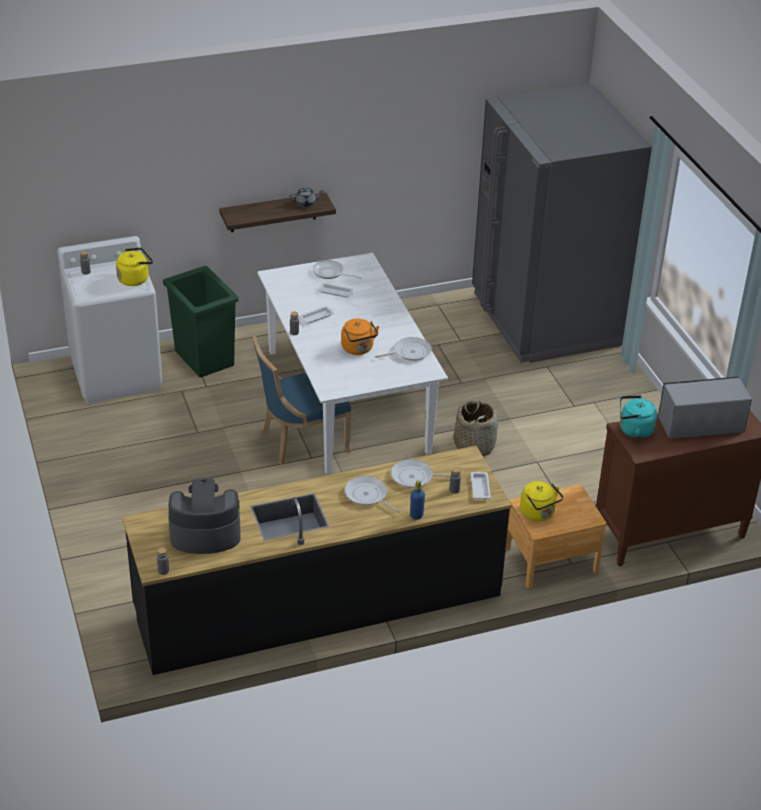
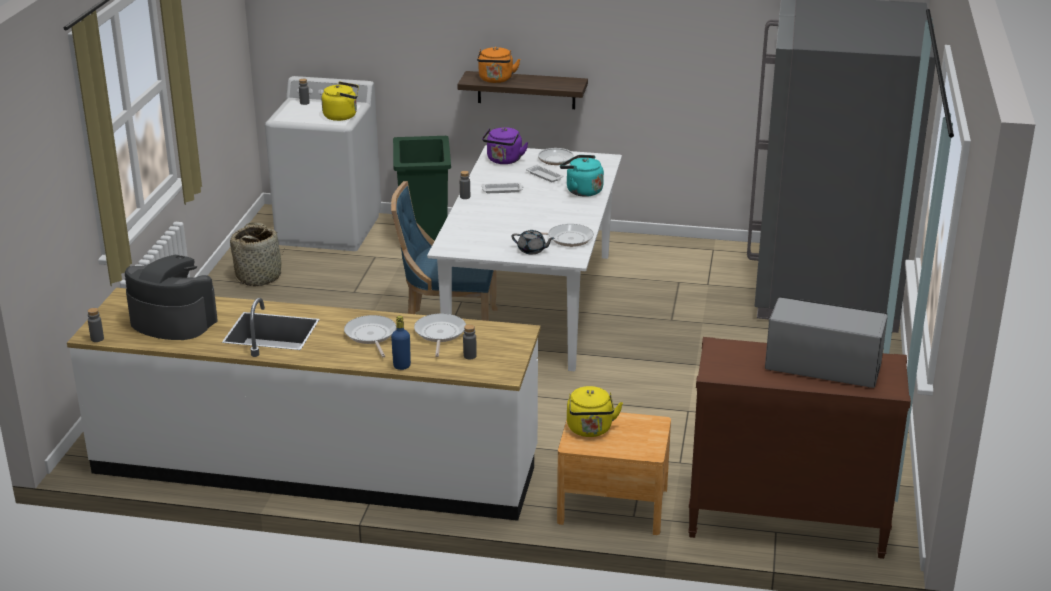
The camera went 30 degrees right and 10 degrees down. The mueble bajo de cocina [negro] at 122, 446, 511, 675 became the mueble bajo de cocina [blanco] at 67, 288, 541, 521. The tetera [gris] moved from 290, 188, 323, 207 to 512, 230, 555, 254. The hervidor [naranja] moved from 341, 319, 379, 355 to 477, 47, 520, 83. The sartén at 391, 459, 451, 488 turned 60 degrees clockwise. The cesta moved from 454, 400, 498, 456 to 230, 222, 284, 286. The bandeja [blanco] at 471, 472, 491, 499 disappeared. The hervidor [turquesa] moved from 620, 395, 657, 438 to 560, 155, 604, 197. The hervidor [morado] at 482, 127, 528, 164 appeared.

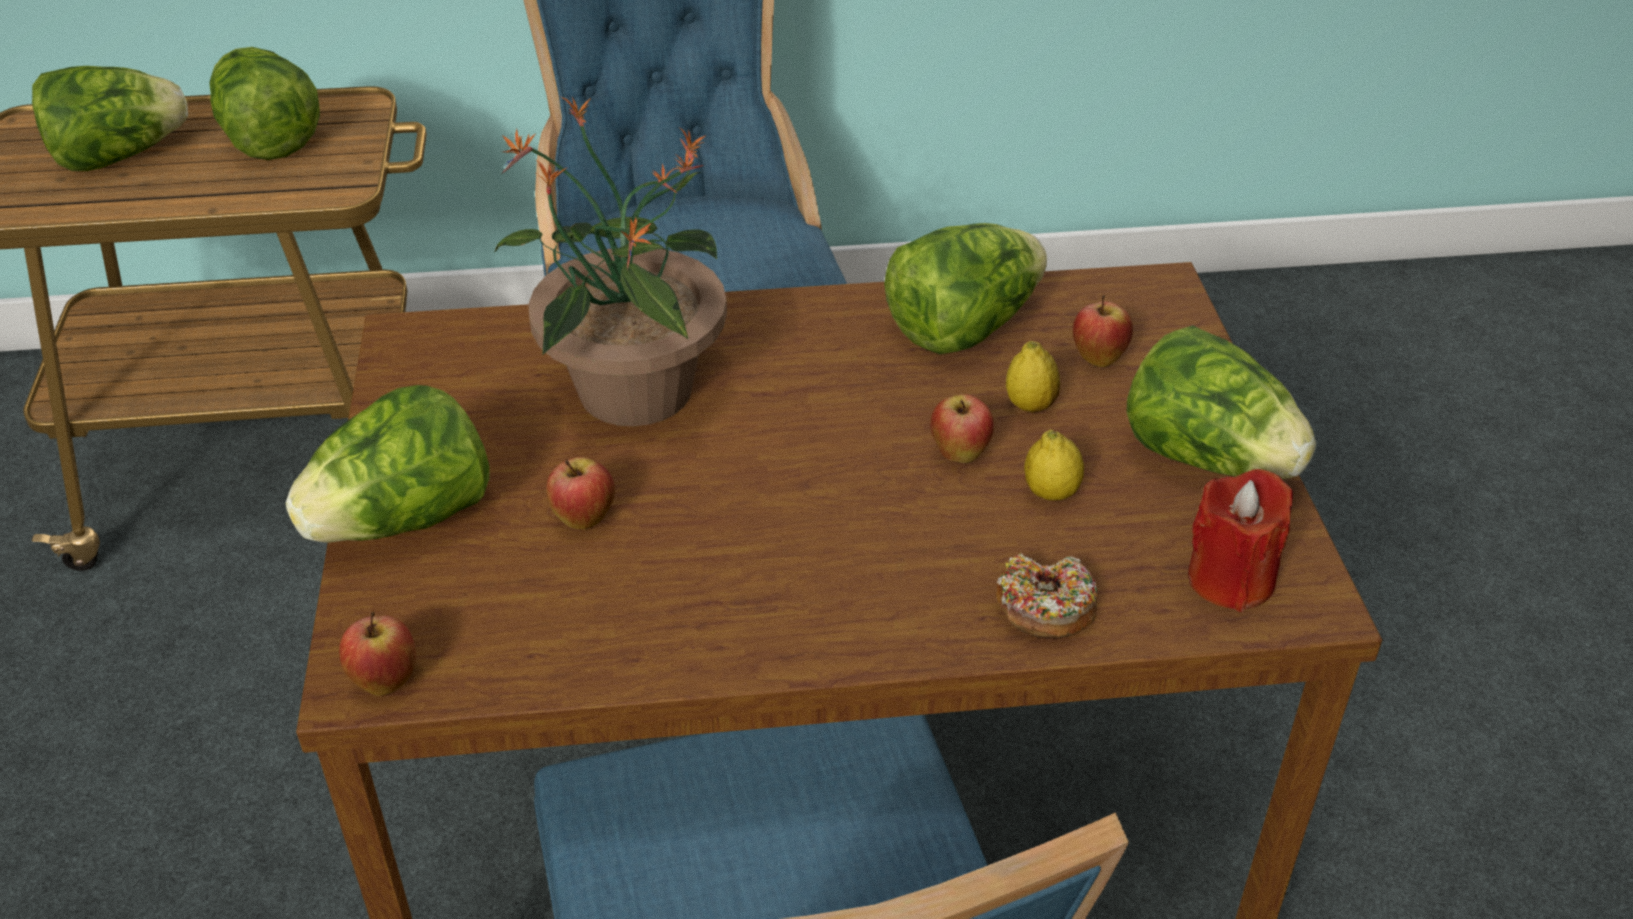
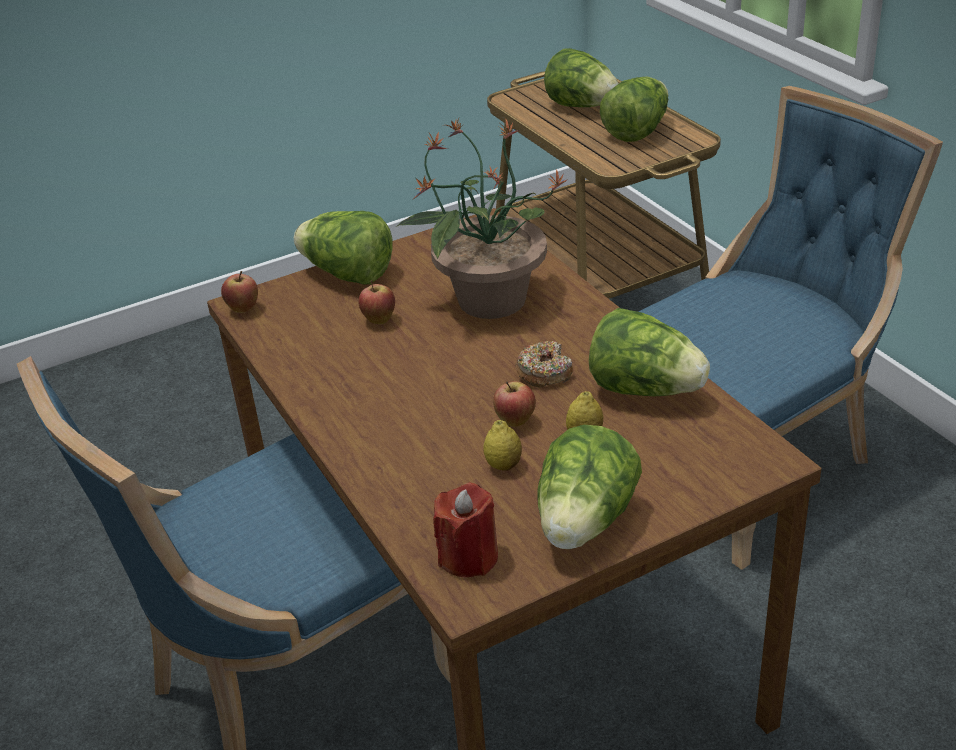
The camera went 70 degrees right and 5 degrees down. The rosquilla moved from 996, 552, 1097, 639 to 515, 341, 573, 388. The manzana at 1073, 295, 1133, 367 disappeared.

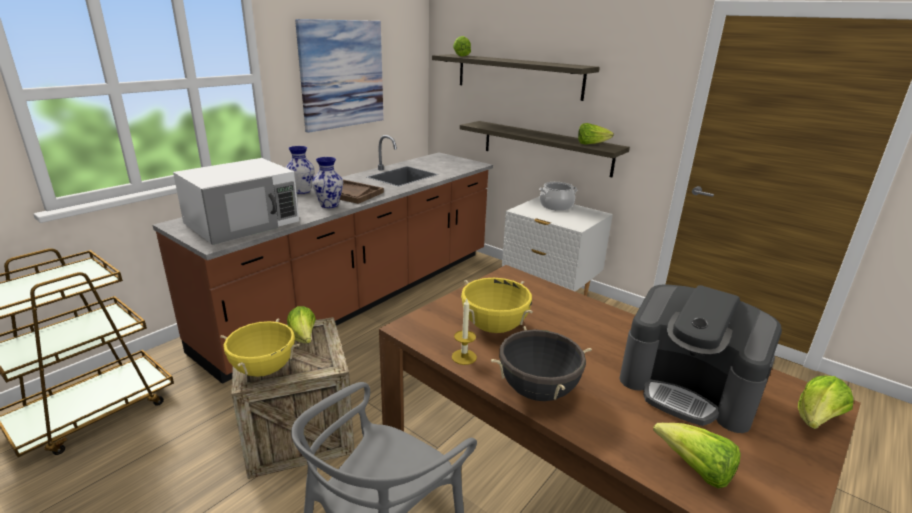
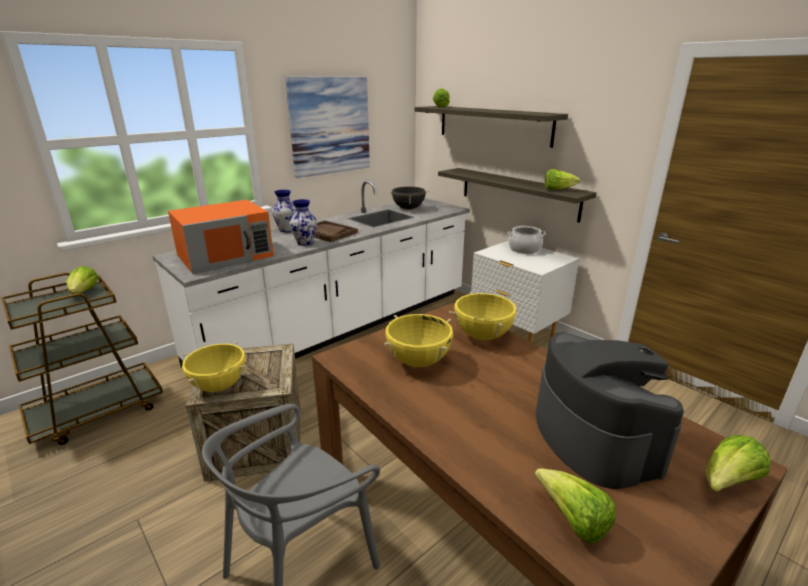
The camera went 10 degrees right and 0 degrees up. The mueble bajo de cocina [marrón] at 153, 135, 493, 384 became the mueble bajo de cocina [blanco] at 153, 181, 470, 368. The microondas [blanco] at 173, 158, 299, 245 became the microondas [naranja] at 168, 200, 274, 274. The lechuga moved from 287, 306, 316, 343 to 67, 266, 98, 294. The vela at 452, 299, 477, 365 disappeared. The olla [negro] moved from 491, 326, 592, 401 to 388, 187, 430, 210. The cafetera at 619, 285, 782, 433 turned 150 degrees counterclockwise. The olla [amarillo] at 449, 292, 520, 340 appeared.

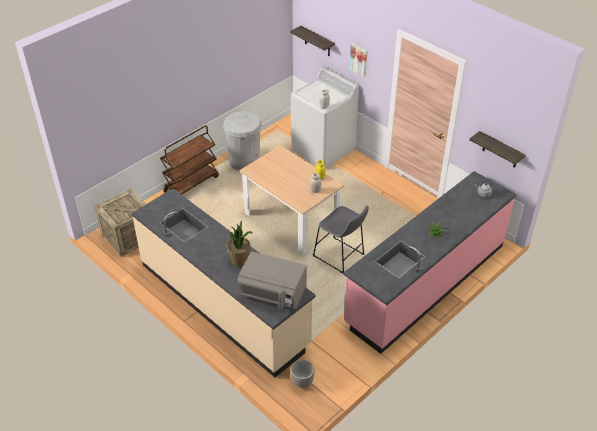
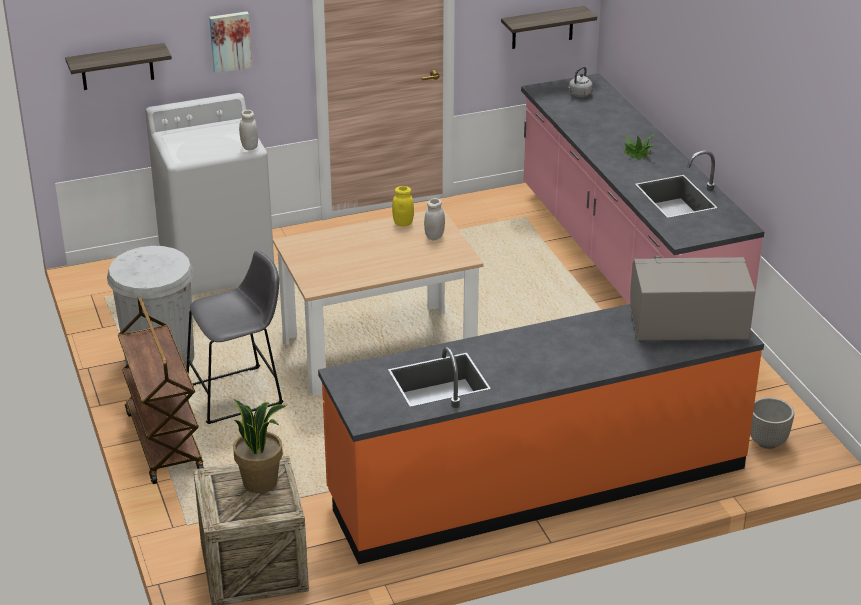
The camera went 65 degrees left and 10 degrees down. The mueble bajo de cocina [beis] at 131, 189, 316, 378 became the mueble bajo de cocina [naranja] at 318, 304, 764, 564. The planta en maceta moved from 226, 221, 253, 267 to 233, 399, 286, 493. The microondas [gris] at 237, 251, 307, 310 turned 135 degrees counterclockwise. The taburete [gris] moved from 313, 206, 369, 274 to 186, 251, 284, 424.

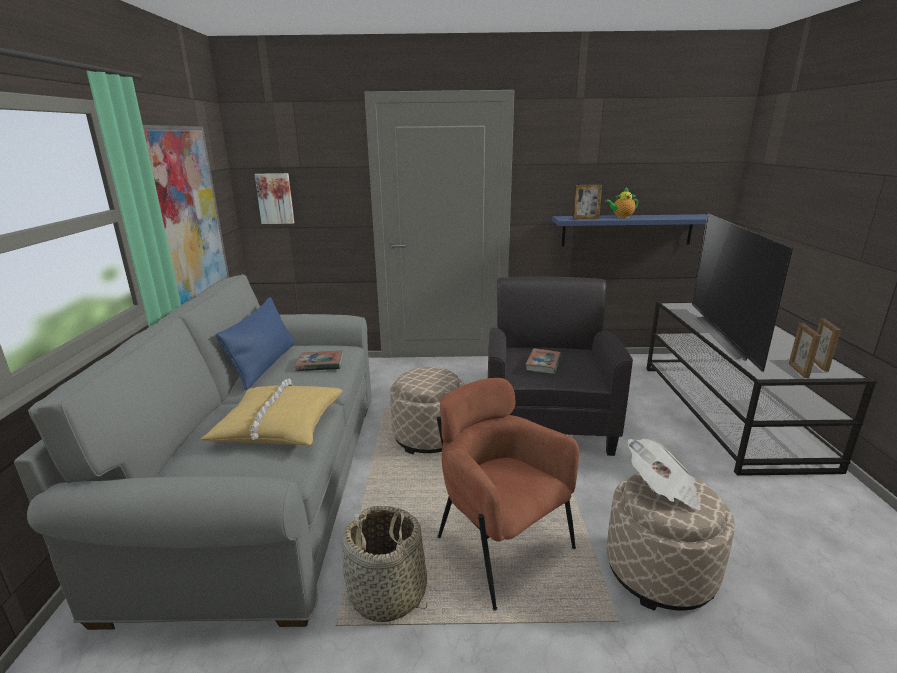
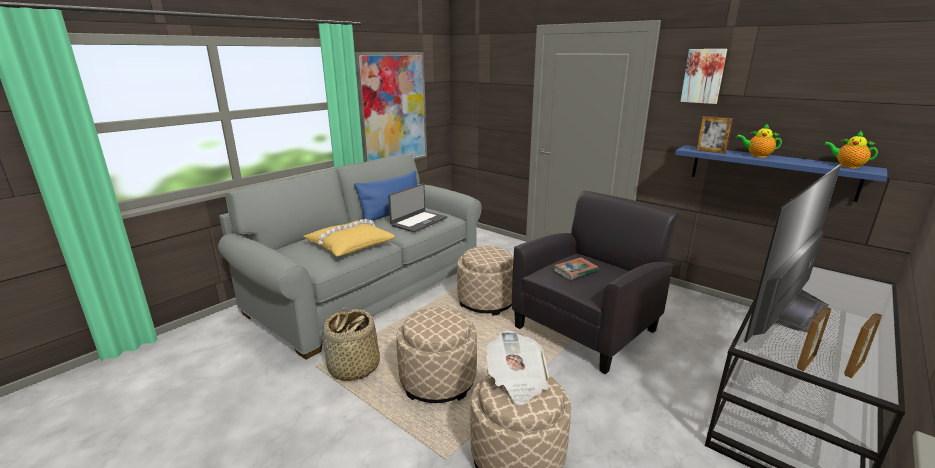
The camera went 40 degrees right and 0 degrees up. The cuadro moved from 254, 173, 294, 224 to 680, 49, 727, 104. The libro at 295, 350, 343, 371 was replaced by the portátil at 388, 183, 447, 232. The sillón [marrón] at 437, 378, 579, 611 was replaced by the puf [beis] at 396, 307, 477, 403. The tetera at 824, 131, 878, 168 appeared.

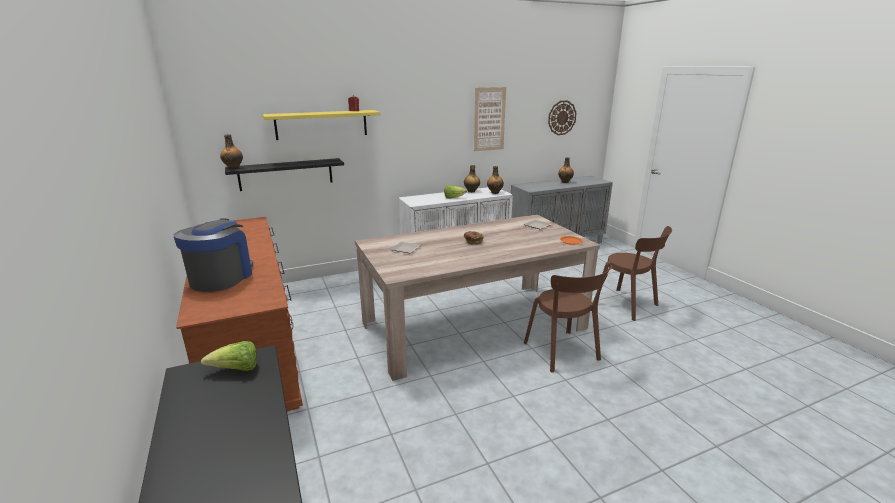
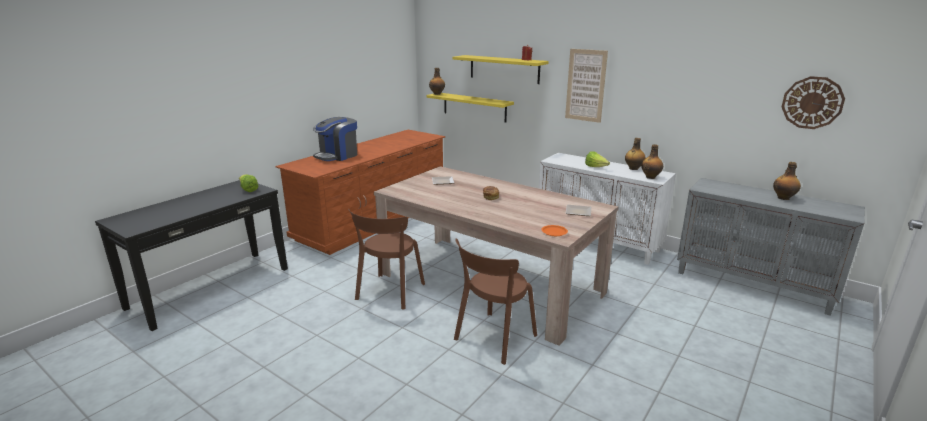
The camera went 60 degrees right and 0 degrees up. The cafetera at 174, 218, 253, 292 turned 150 degrees clockwise. The estante [negro] at 225, 158, 344, 191 became the estante [amarillo] at 426, 93, 514, 123. The cuadro moved from 474, 87, 506, 151 to 565, 49, 608, 123. The silla [marrón] moved from 597, 226, 672, 321 to 348, 209, 425, 310.

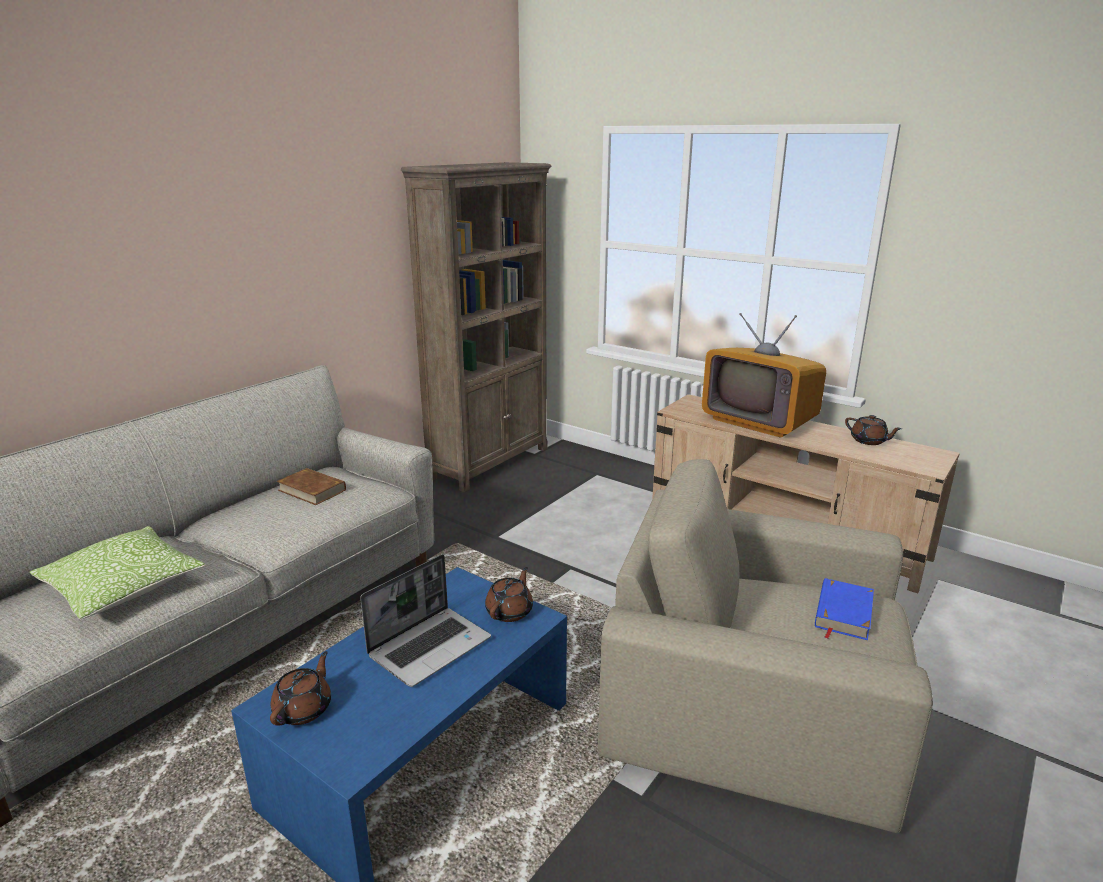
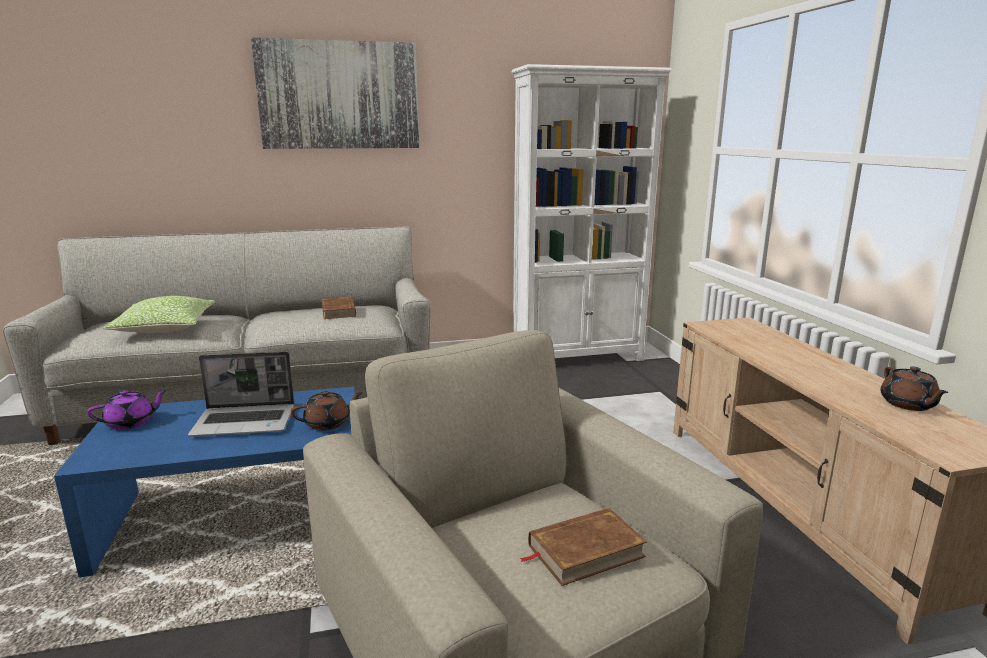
The camera went 40 degrees right and 5 degrees down. The tetera [marrón] at 270, 651, 331, 726 became the tetera [morado] at 87, 390, 167, 430. The estantería [marrón] at 401, 162, 551, 493 became the estantería [blanco] at 511, 64, 672, 361. The televisor at 702, 313, 826, 438 disappeared. The libro [azul] at 815, 578, 874, 640 became the libro [marrón] at 519, 508, 647, 586. The cuadro at 251, 38, 419, 149 appeared.

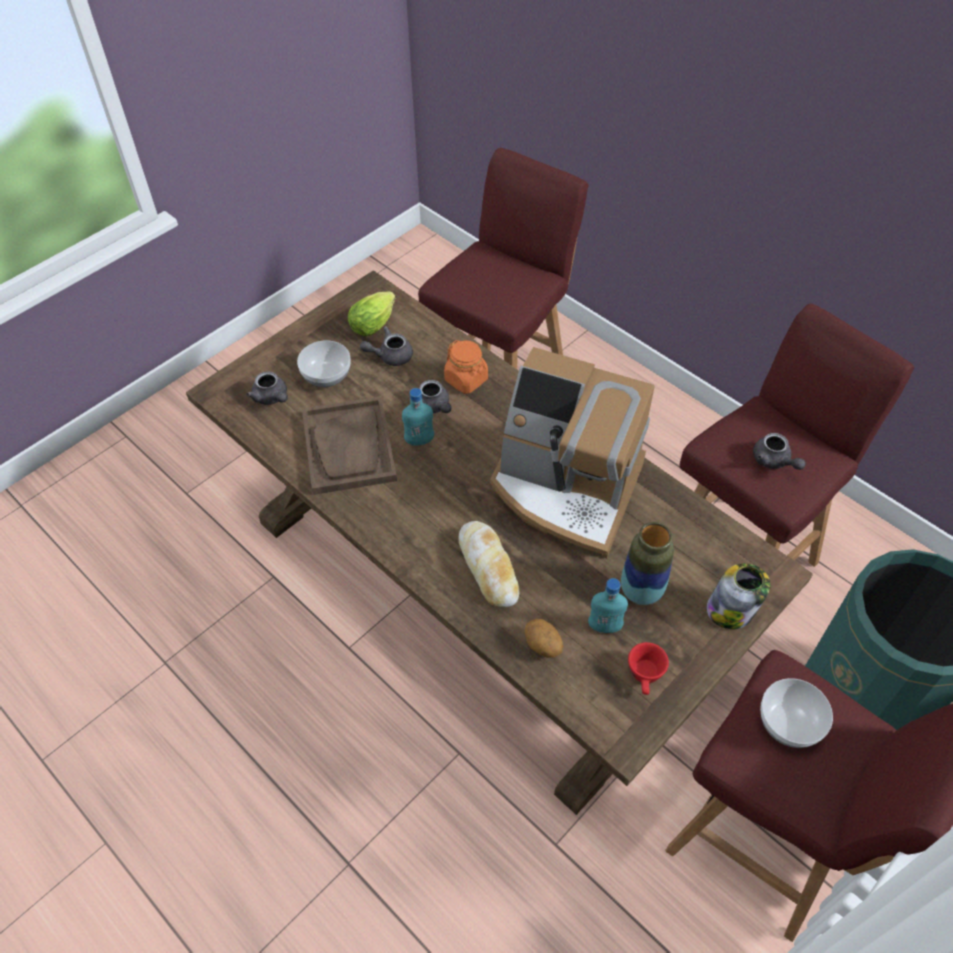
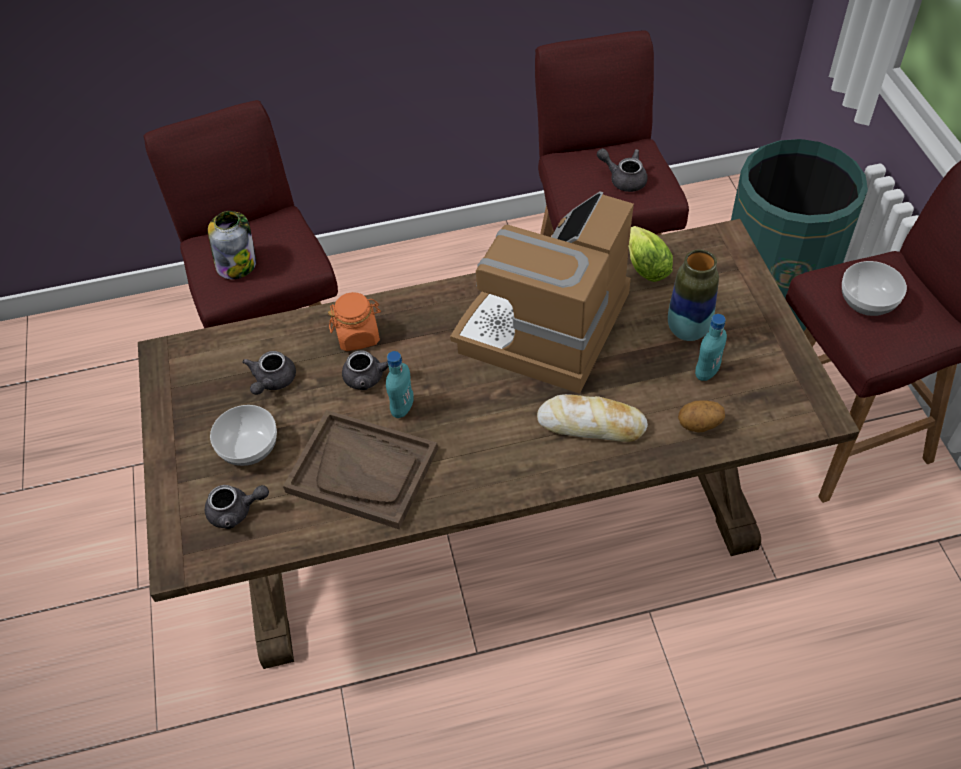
The camera went 55 degrees left and 0 degrees up. The lechuga moved from 348, 291, 395, 336 to 628, 226, 673, 282. The cafetera at 490, 347, 655, 558 turned 150 degrees clockwise. The taza [rojo] at 628, 642, 669, 695 disappeared. The tarro moved from 707, 563, 771, 629 to 208, 211, 256, 279. The tetera [gris] at 753, 433, 806, 470 turned 150 degrees counterclockwise.

